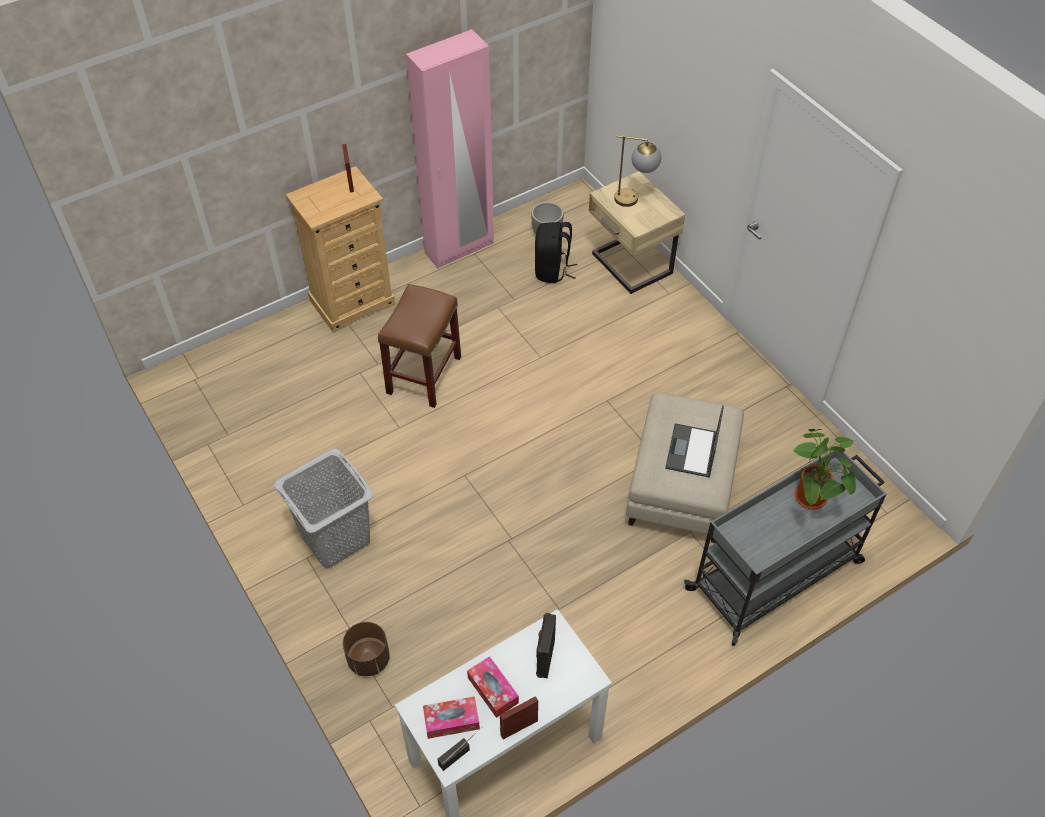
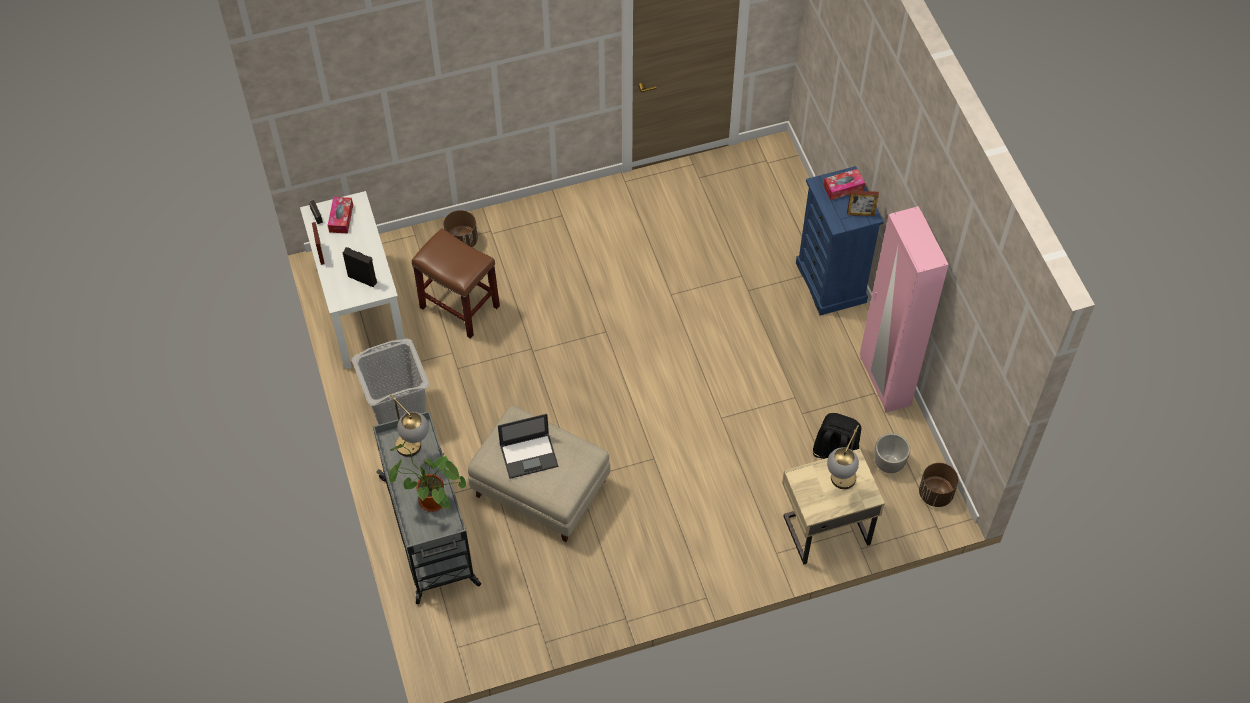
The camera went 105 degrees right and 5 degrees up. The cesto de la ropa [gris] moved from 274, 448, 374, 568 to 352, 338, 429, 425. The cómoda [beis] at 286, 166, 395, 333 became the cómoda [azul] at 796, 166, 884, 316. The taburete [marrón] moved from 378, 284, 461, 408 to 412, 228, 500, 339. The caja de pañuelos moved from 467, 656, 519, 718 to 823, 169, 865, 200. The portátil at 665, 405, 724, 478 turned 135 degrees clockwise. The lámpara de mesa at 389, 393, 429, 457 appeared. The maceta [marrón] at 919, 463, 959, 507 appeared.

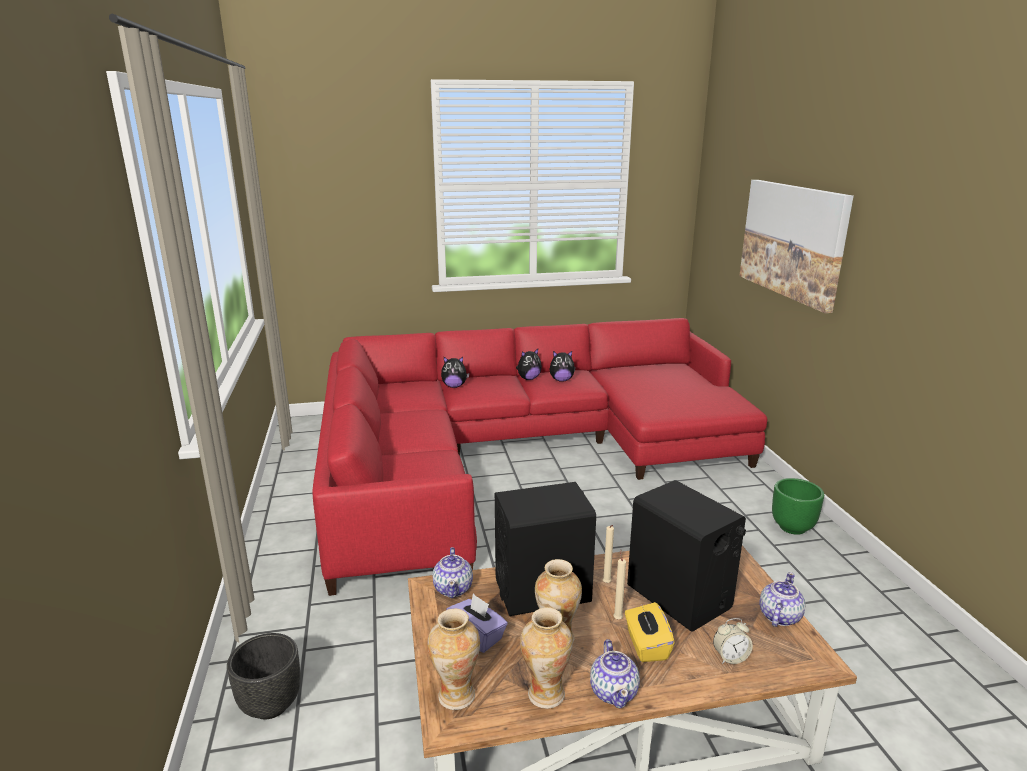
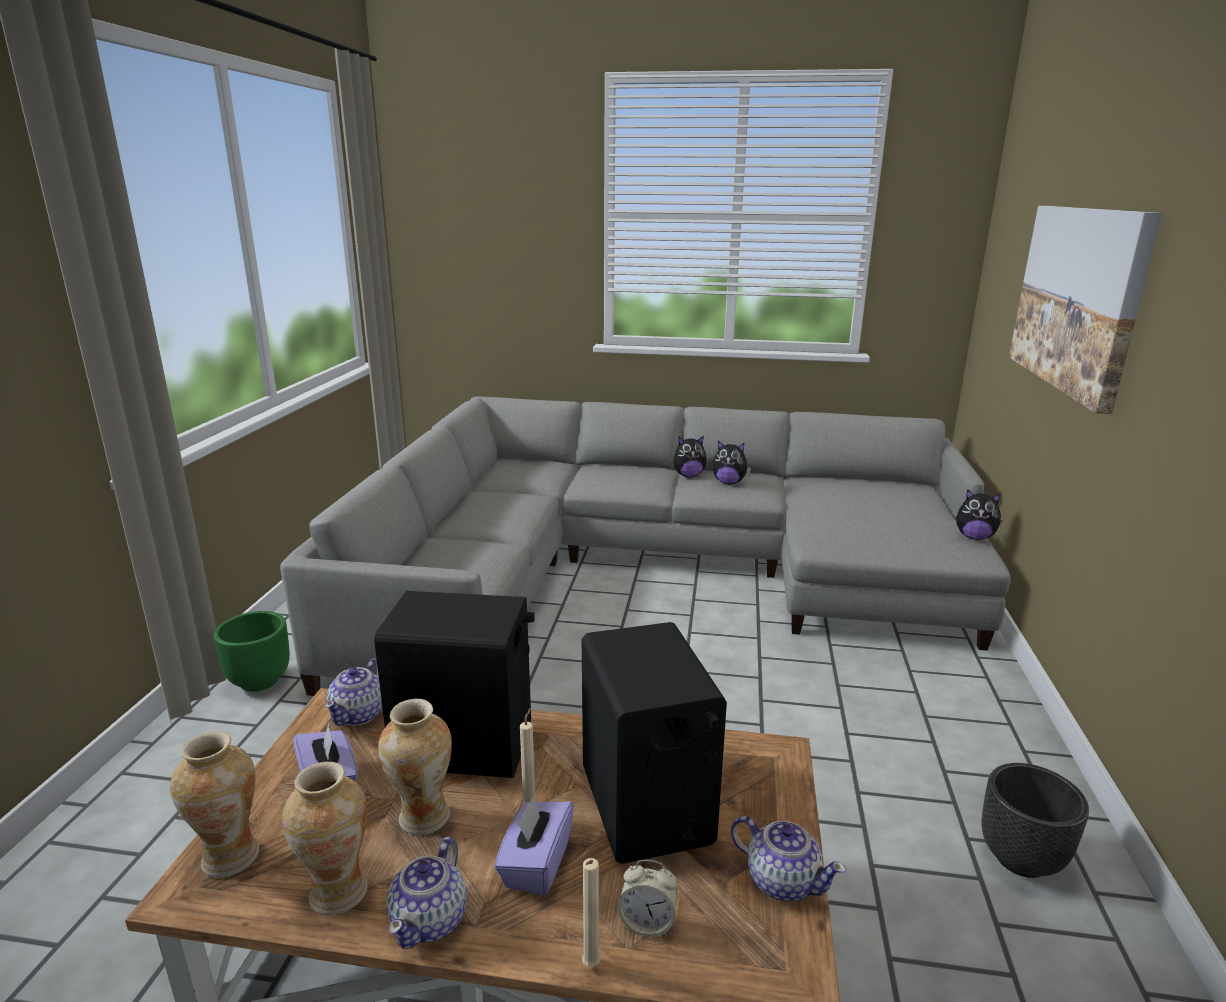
The camera went 20 degrees right and 0 degrees up. The maceta [negro] moved from 227, 633, 301, 719 to 981, 763, 1089, 878. The sofá [rojo] at 312, 318, 767, 596 became the sofá [gris] at 280, 397, 1011, 696. The peluche moved from 441, 357, 470, 388 to 956, 489, 1003, 540. The vela [beis] moved from 603, 525, 614, 583 to 582, 858, 600, 967. The caja de pañuelos [amarillo] at 625, 602, 675, 662 became the caja de pañuelos [morado] at 494, 796, 574, 896. The tetera at 759, 572, 806, 627 turned 75 degrees clockwise. The maceta [verde] moved from 772, 478, 824, 535 to 214, 611, 290, 692.

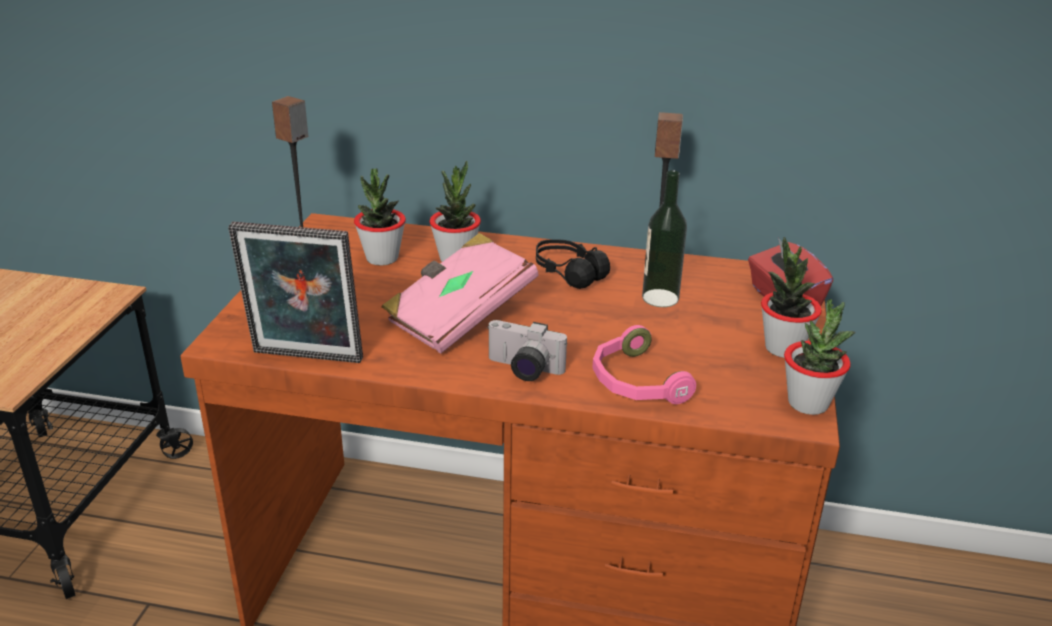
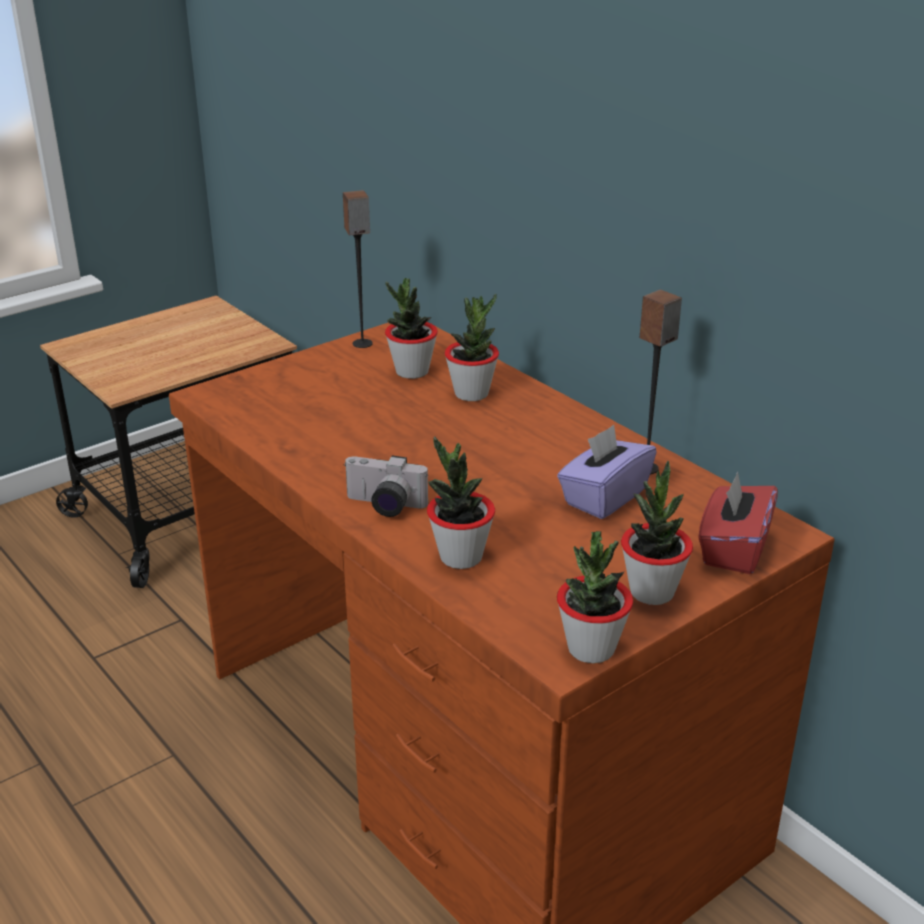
The camera went 40 degrees right and 0 degrees up. The portarretratos at 228, 222, 363, 363 disappeared. The libro [rosa] at 382, 233, 539, 354 disappeared. The cámara at 487, 320, 567, 381 turned 45 degrees counterclockwise. The auriculares [negro] at 536, 239, 610, 289 disappeared. The auriculares [rosa] at 592, 325, 696, 404 was replaced by the planta en maceta at 427, 436, 495, 569. The botella at 642, 170, 687, 307 was replaced by the caja de pañuelos [morado] at 557, 425, 657, 519.

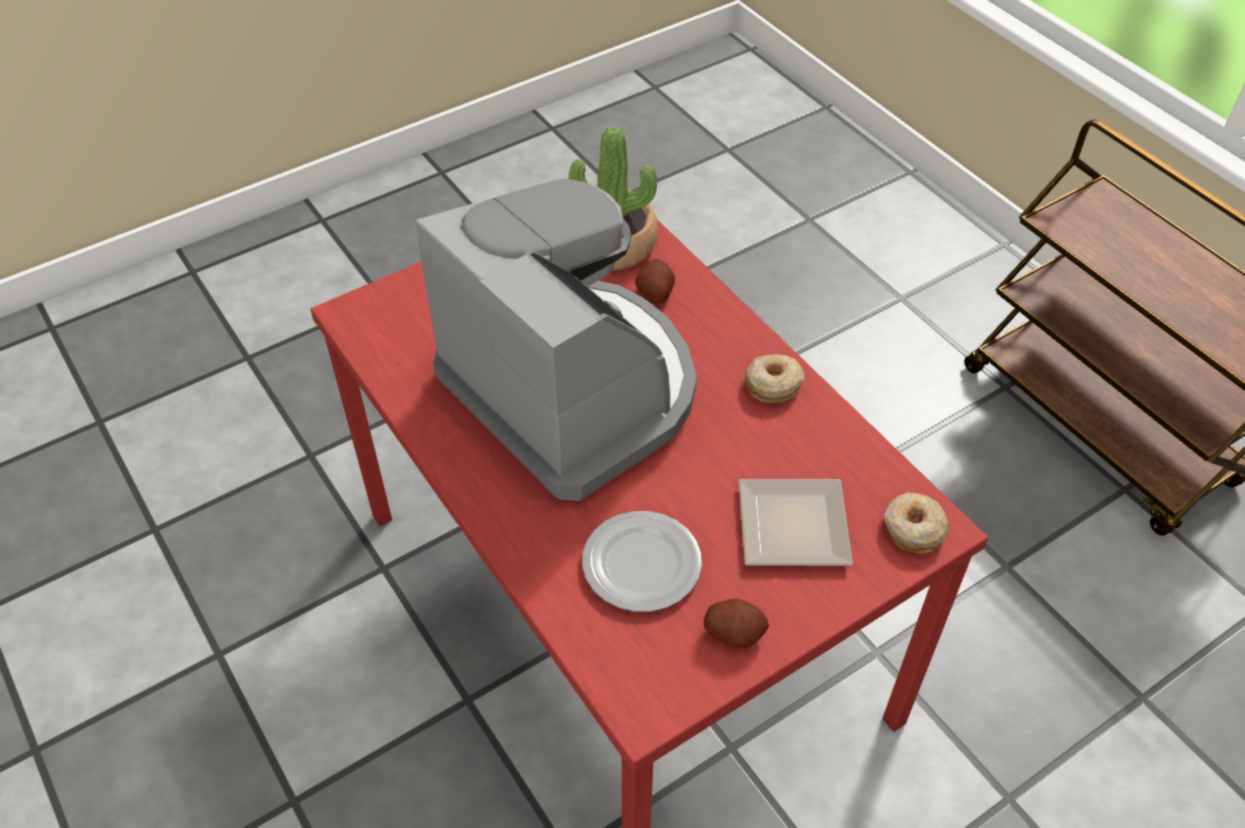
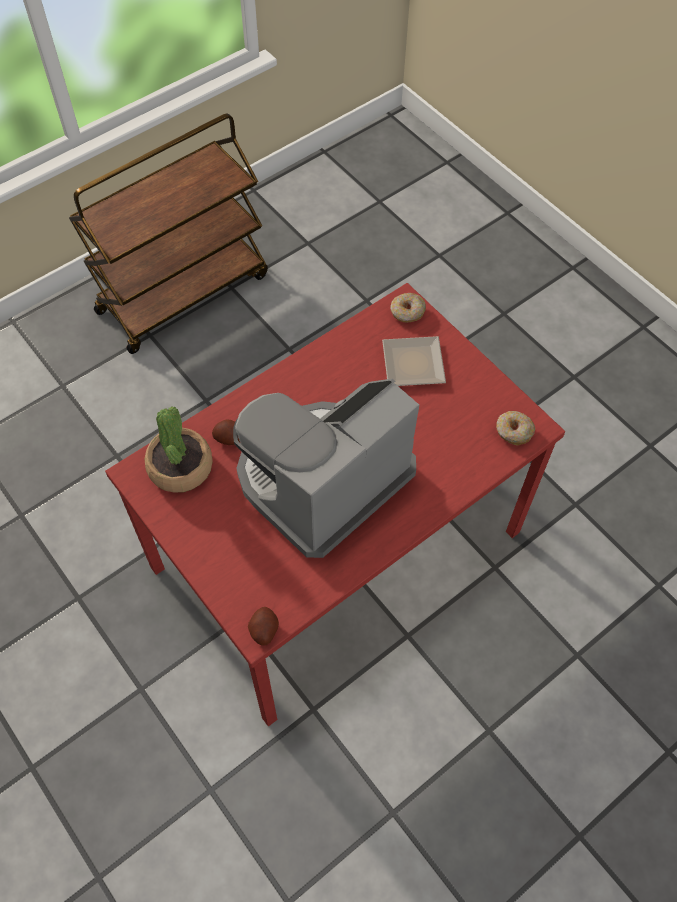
The camera went 95 degrees left and 10 degrees up. The plato at 582, 511, 702, 612 disappeared. The patata moved from 704, 598, 769, 648 to 248, 607, 279, 646. The rosquilla moved from 745, 355, 804, 403 to 496, 411, 535, 446.

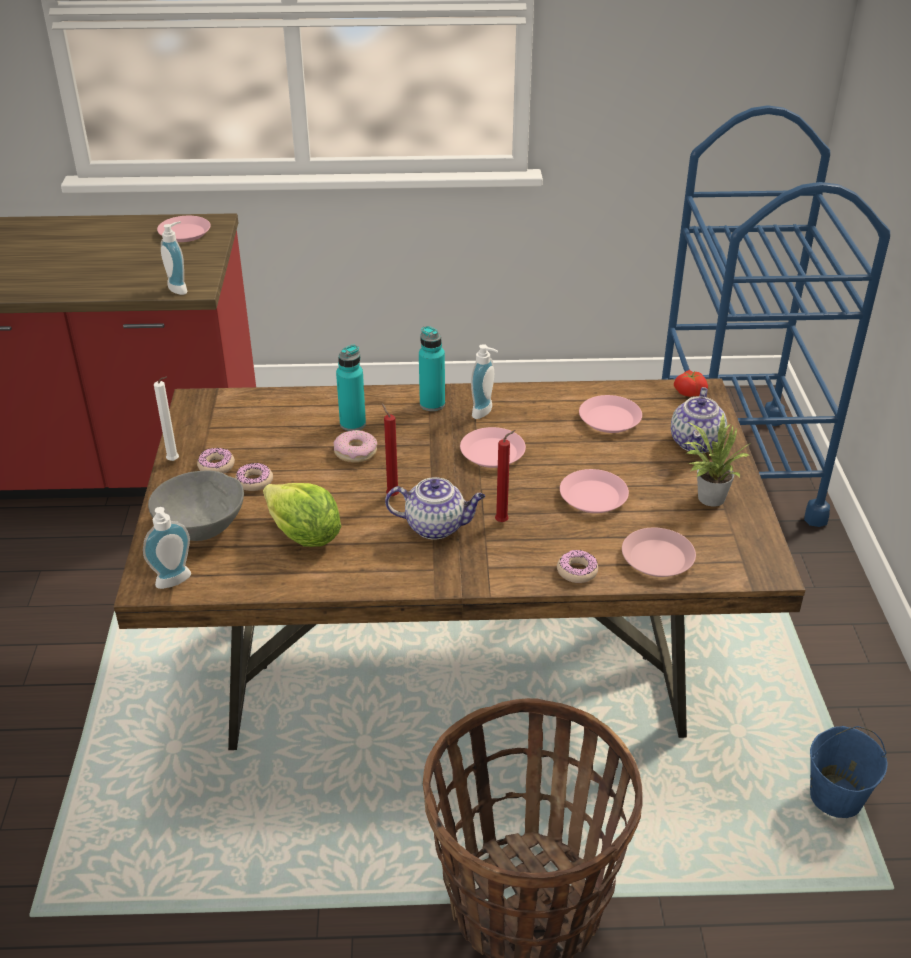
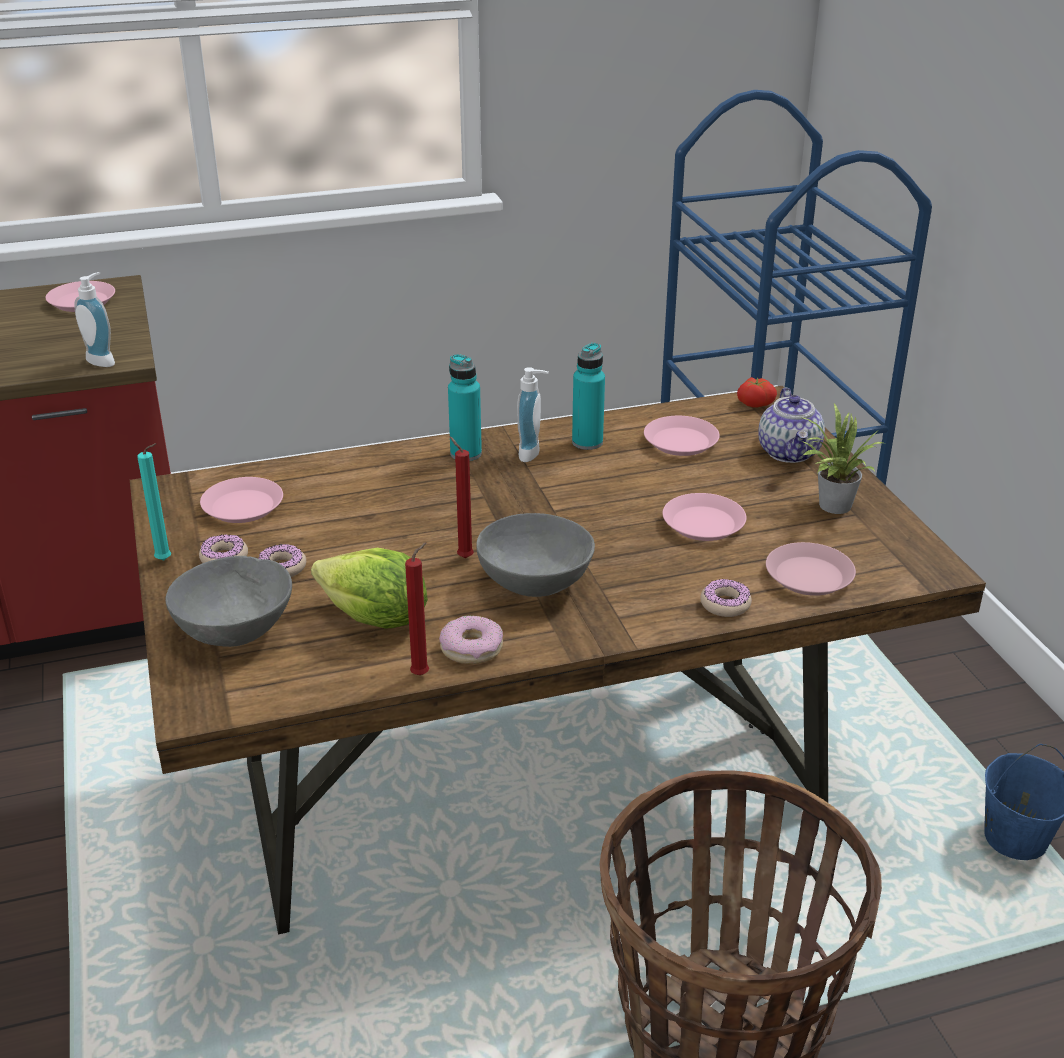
The camera went 15 degrees left and 5 degrees down. The dispensador de jabón at 143, 507, 191, 589 disappeared. The vela [blanco] at 154, 377, 179, 461 became the vela [turquesa] at 137, 443, 171, 560. The rosquilla moved from 334, 430, 377, 463 to 439, 615, 503, 664. The botella [turquesa] moved from 336, 345, 366, 431 to 572, 343, 605, 450. The tetera at 385, 477, 485, 539 was replaced by the cuenco [gris] at 477, 513, 595, 597. The plato [rosa] moved from 460, 427, 526, 468 to 200, 477, 283, 523. The vela [rojo] moved from 495, 430, 515, 522 to 405, 542, 429, 675.

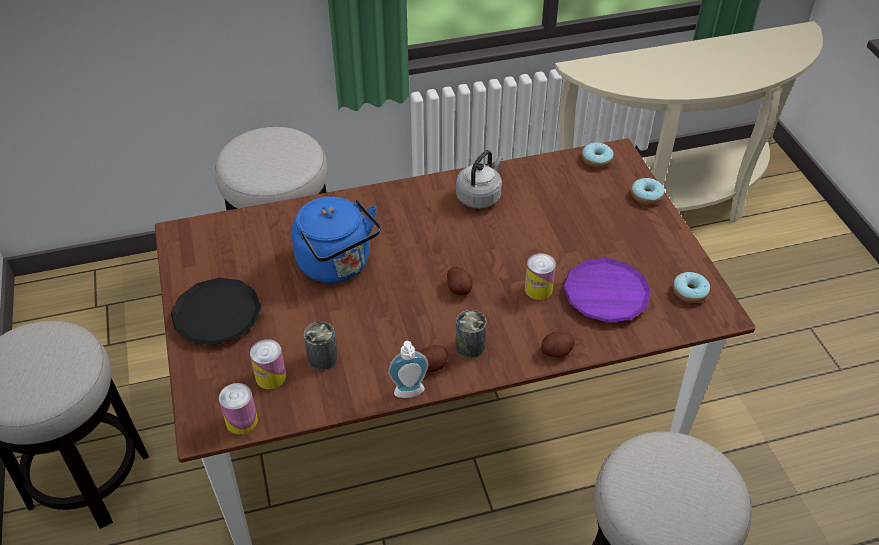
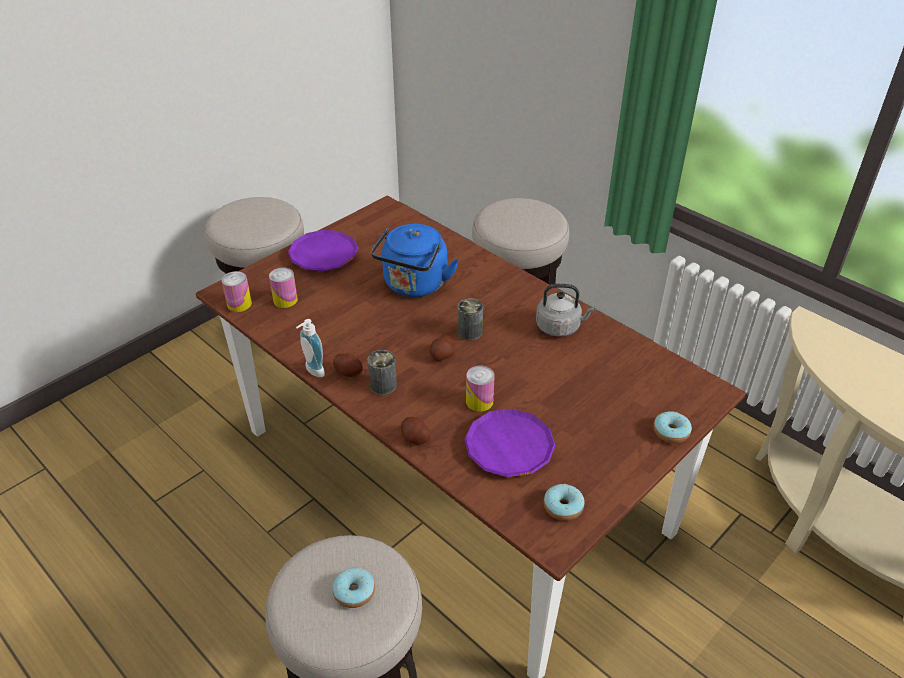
The camera went 60 degrees right and 5 degrees down. The plato [negro] at 171, 278, 261, 345 became the plato [morado] at 288, 230, 358, 271. The lata moved from 304, 321, 338, 371 to 457, 298, 483, 341. The rosquilla moved from 582, 143, 613, 168 to 333, 568, 375, 608.

